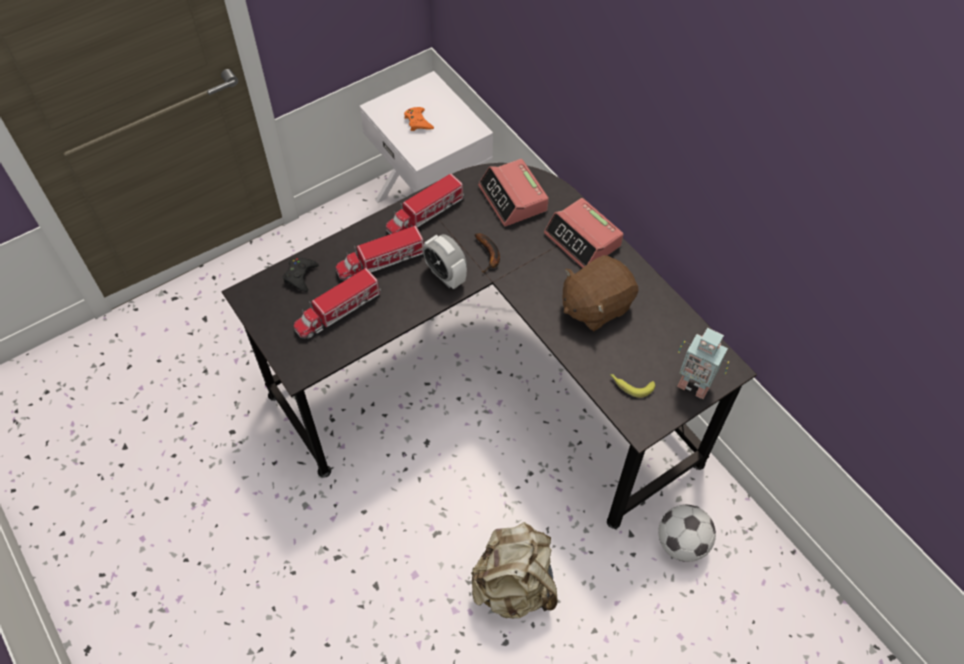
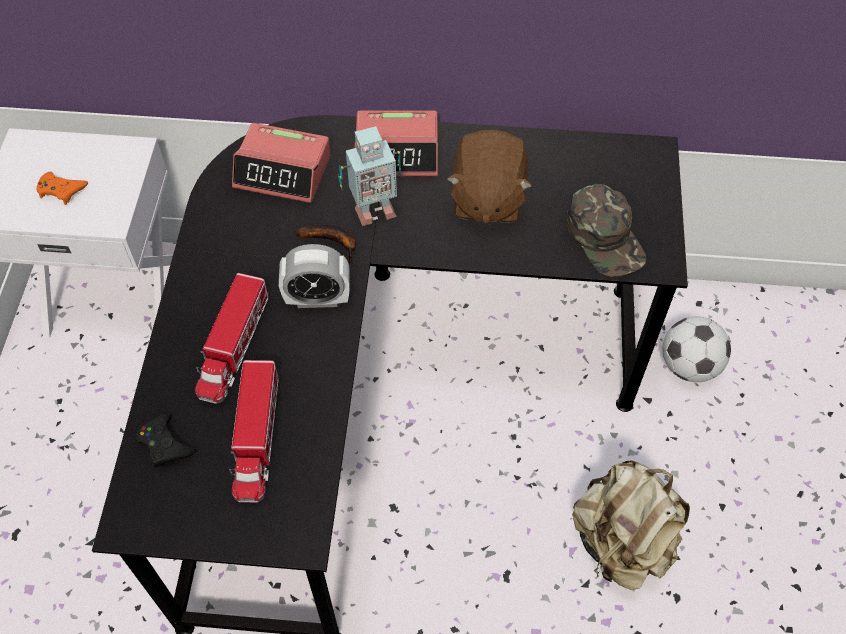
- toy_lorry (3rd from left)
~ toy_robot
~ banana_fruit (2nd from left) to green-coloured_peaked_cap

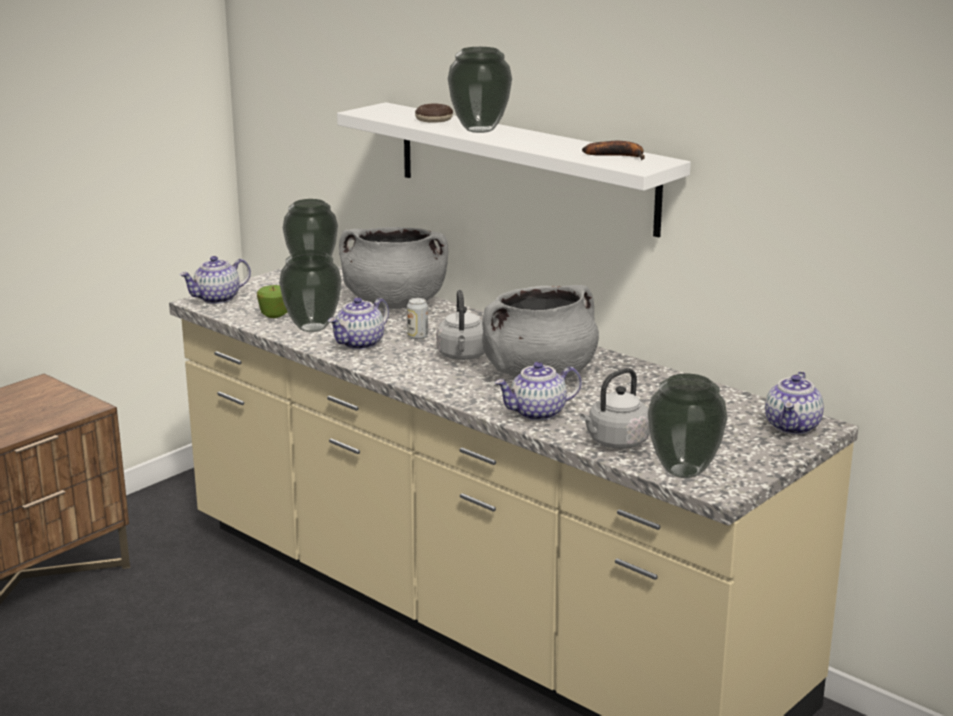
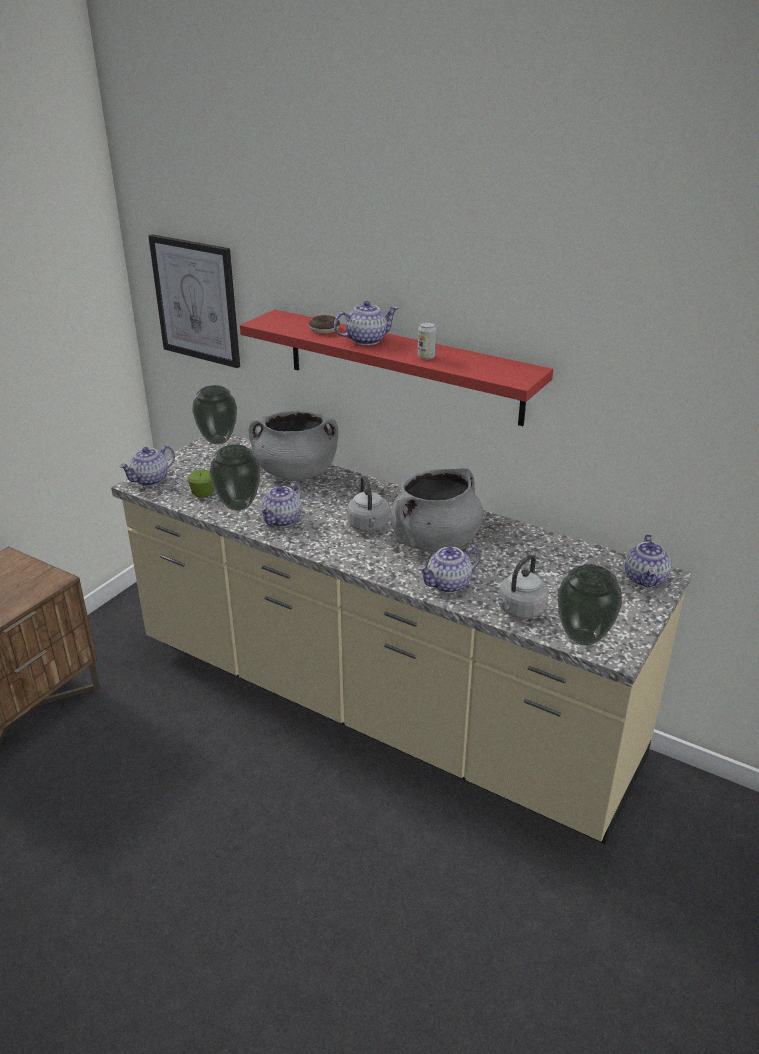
~ vase (3rd from left) to pot_for_tea (3rd from left)
~ white_bracket_shelf to reddish_bracket_shelf
- banana_fruit
~ sealed_can
+ wall_picture

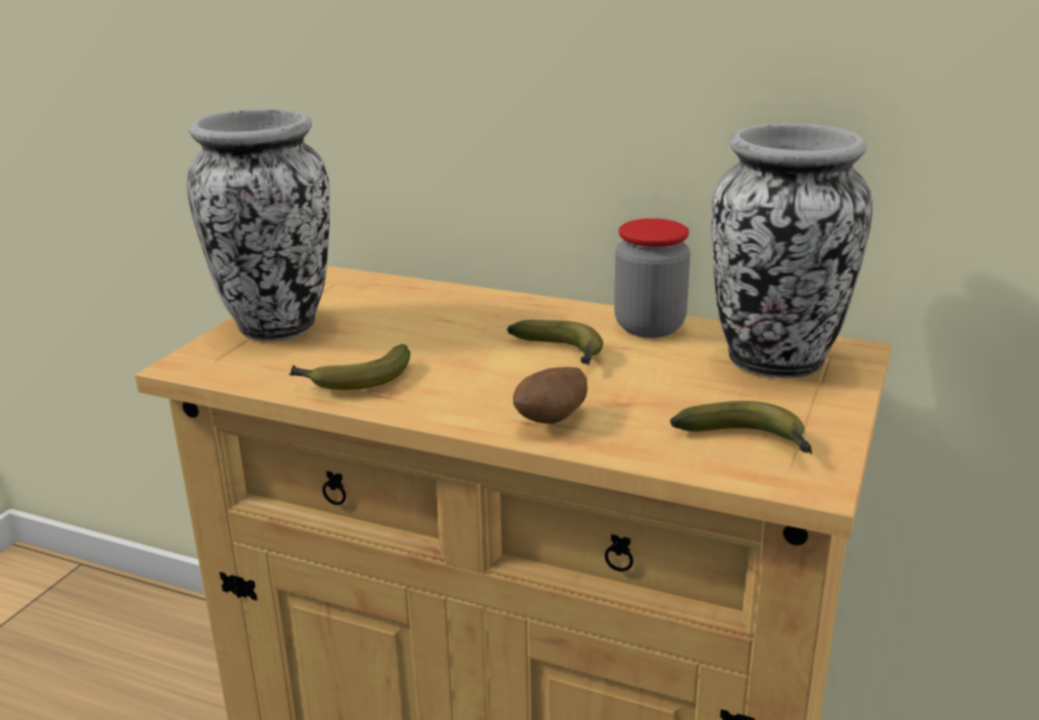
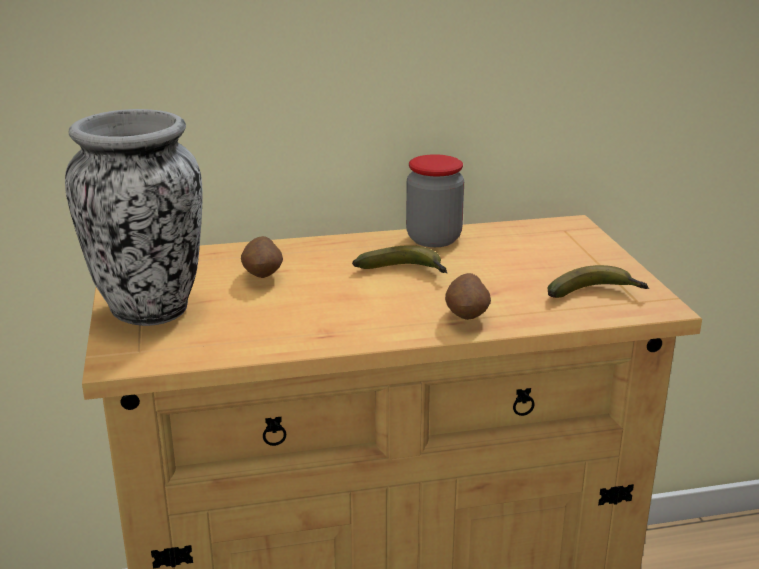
- vase (2nd from left)
- banana_fruit (1st from left)
+ potato (1st from left)

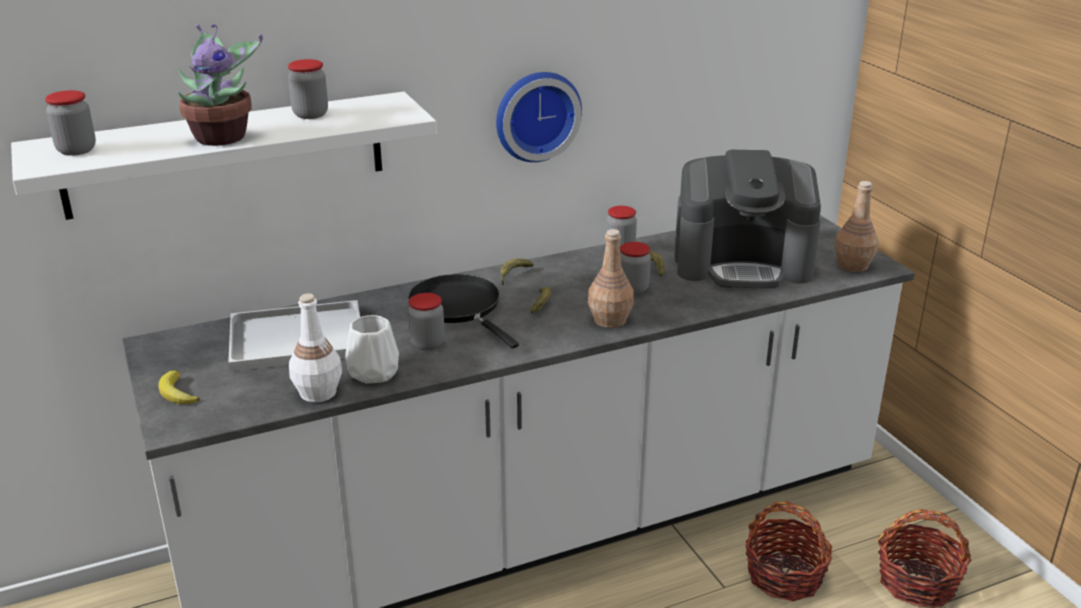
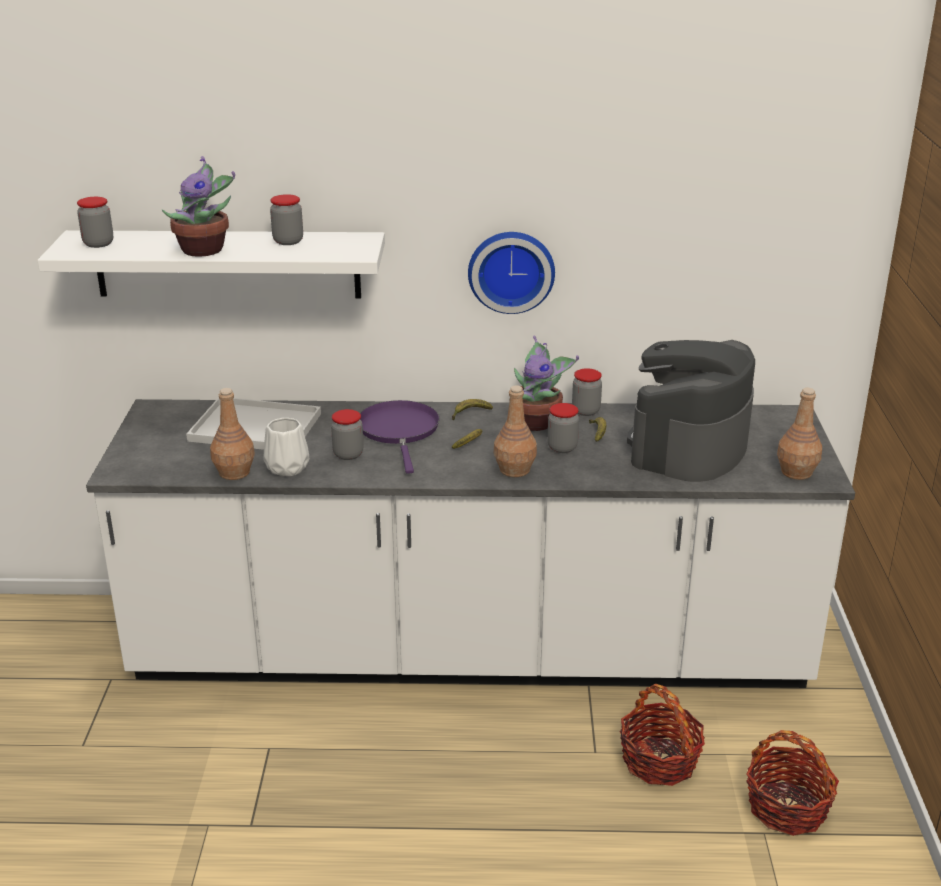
~ coffee_brewer 90 degrees clockwise
~ black-coloured_skillet to purple-coloured_skillet
~ white_beverage_bottle to brown_beverage_bottle (1st from left)
- banana_fruit (1st from left)
+ potted_plant (2nd from left)

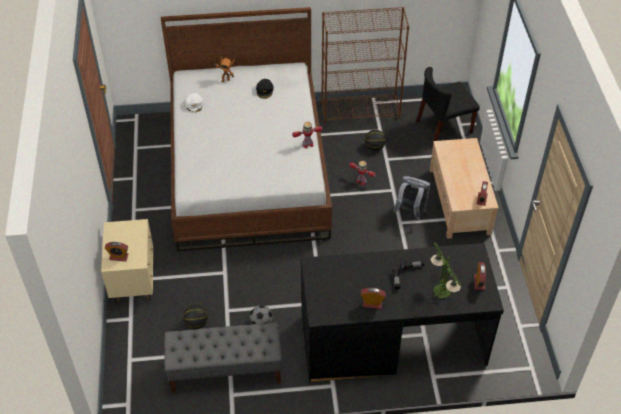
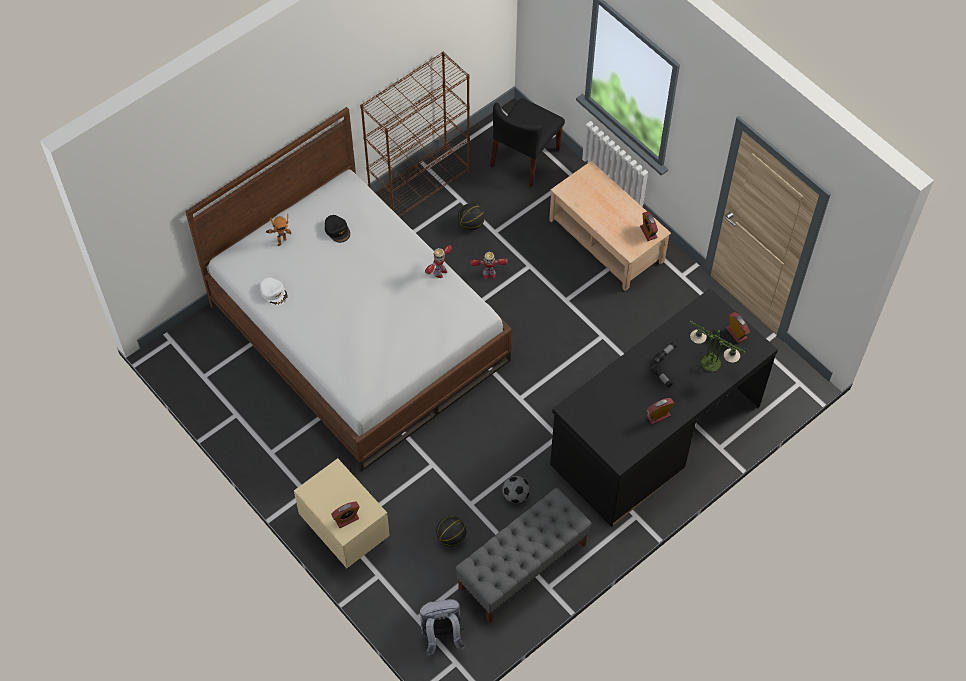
~ grey_rucksack

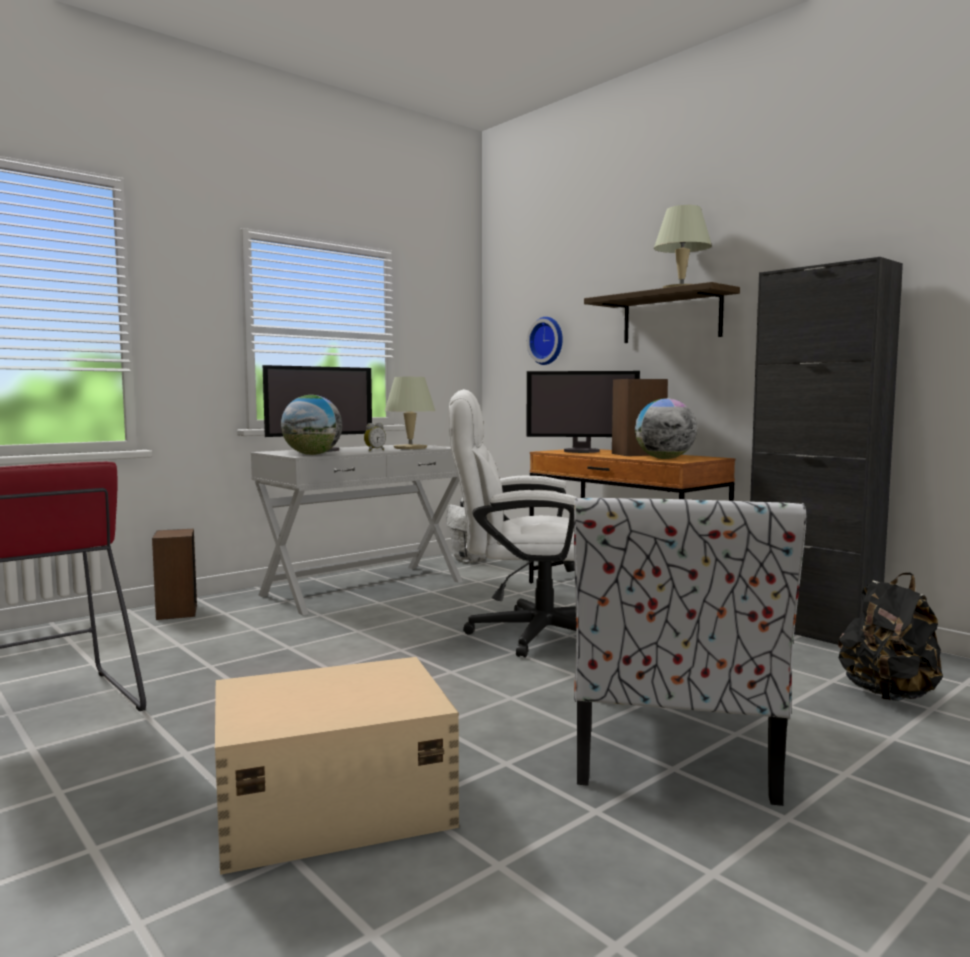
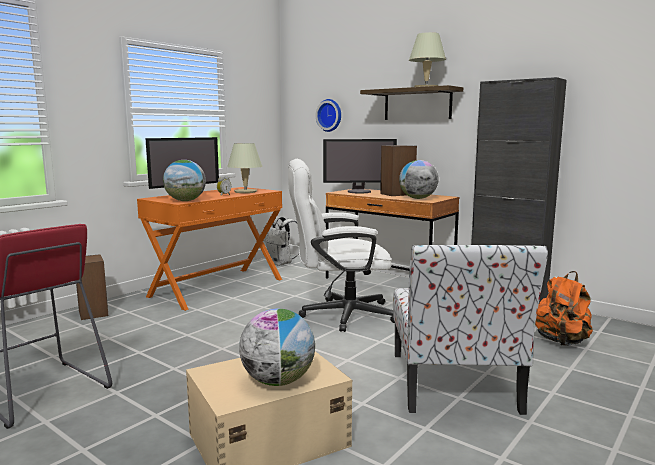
~ white_hall_table to orange-coloured_hall_table
~ black-coloured_rucksack to orange-coloured_rucksack
+ globe (2nd from left)

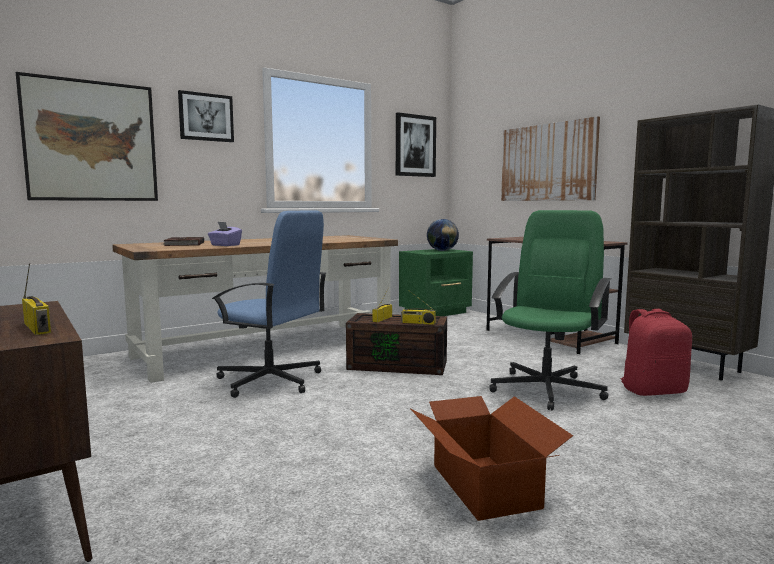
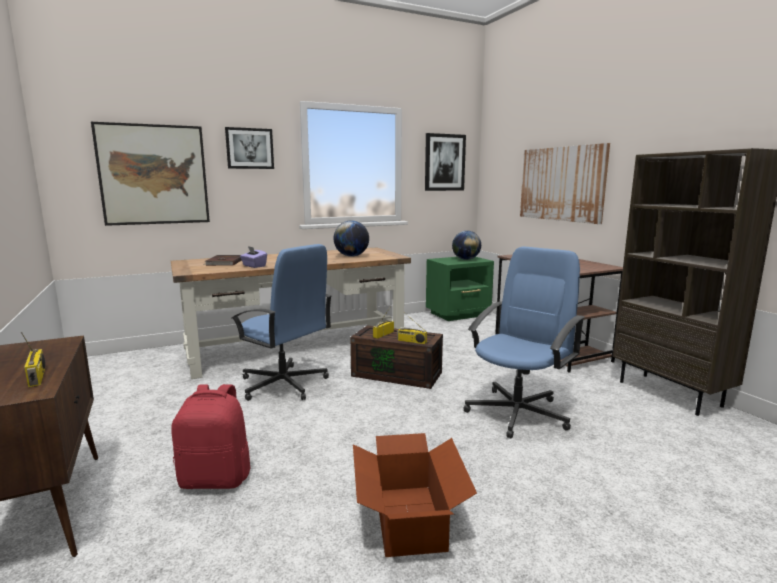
~ green-coloured_desk_chair to bluish_desk_chair (2nd from left)
~ reddish_rucksack
+ globe (1st from left)

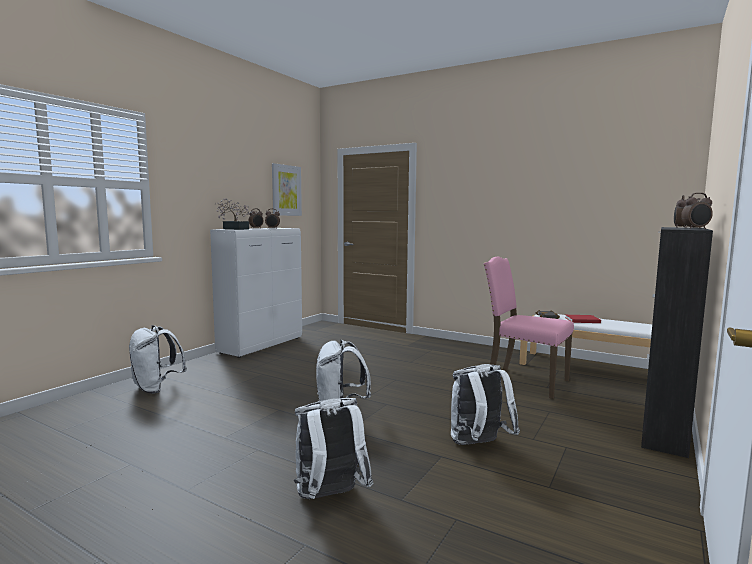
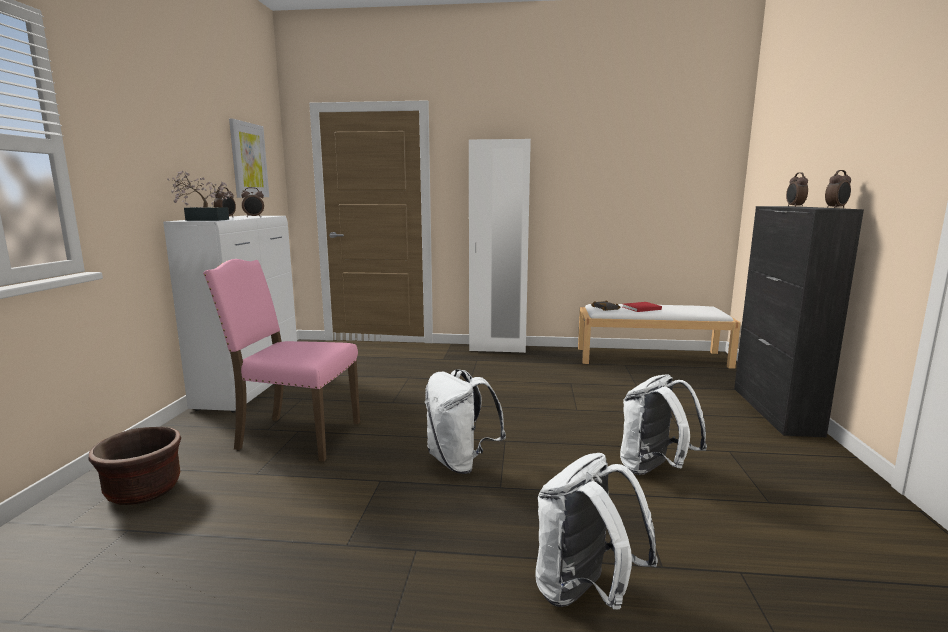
~ pink-coloured_chair
~ white_rucksack (1st from left) to brown_plant_pot
+ white_wardrobe

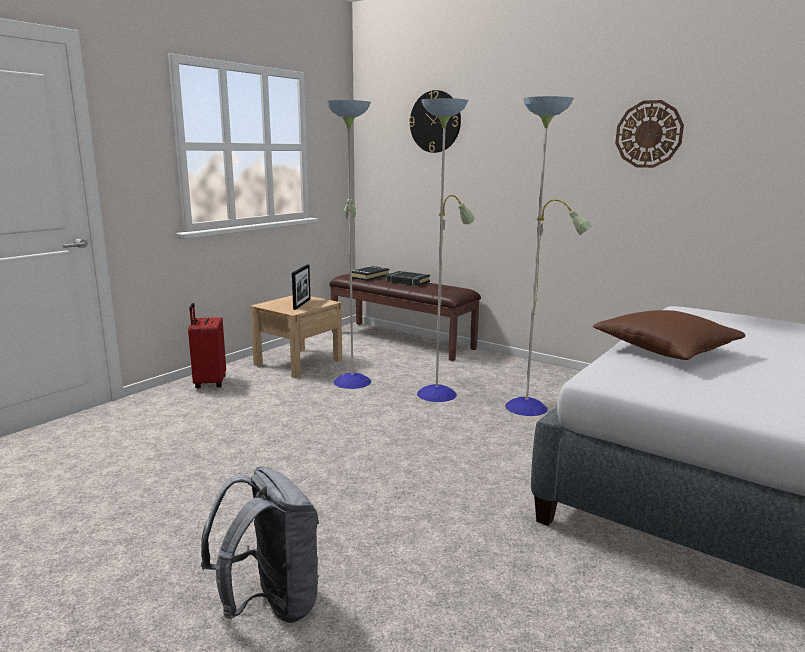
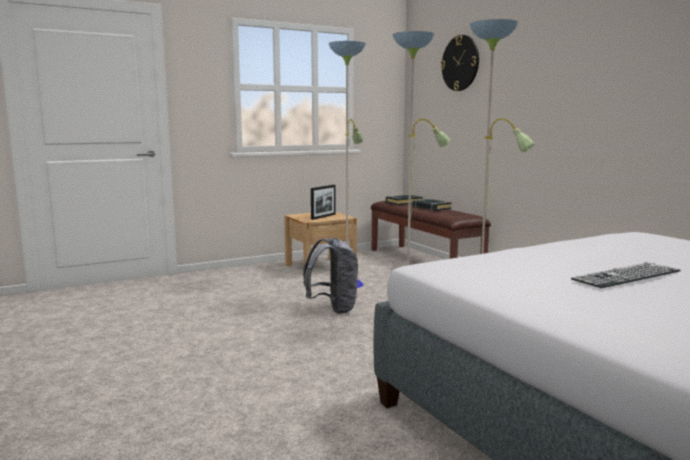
- clock_on_the_wall (2nd from left)
- reddish_suitcase
- brown_throw_pillow
~ grey_rucksack
+ PC_keyboard

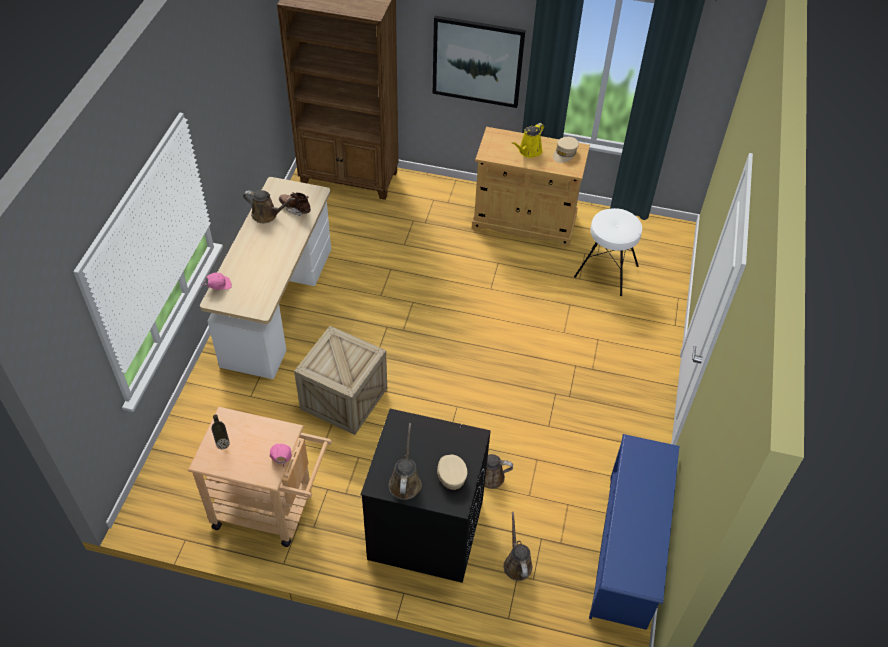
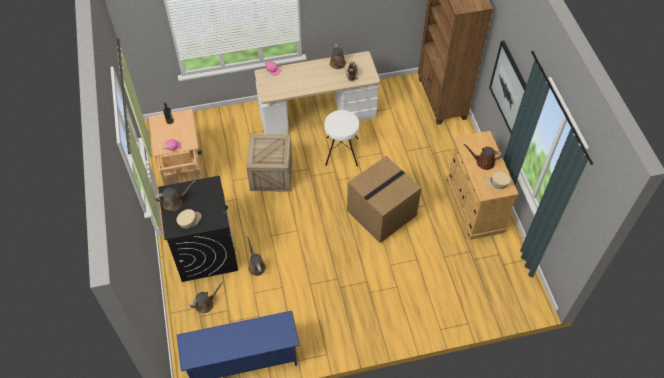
~ yellow_watering_can to brown_watering_can (5th from left)
~ white_stool_seat
+ cardboard_box

